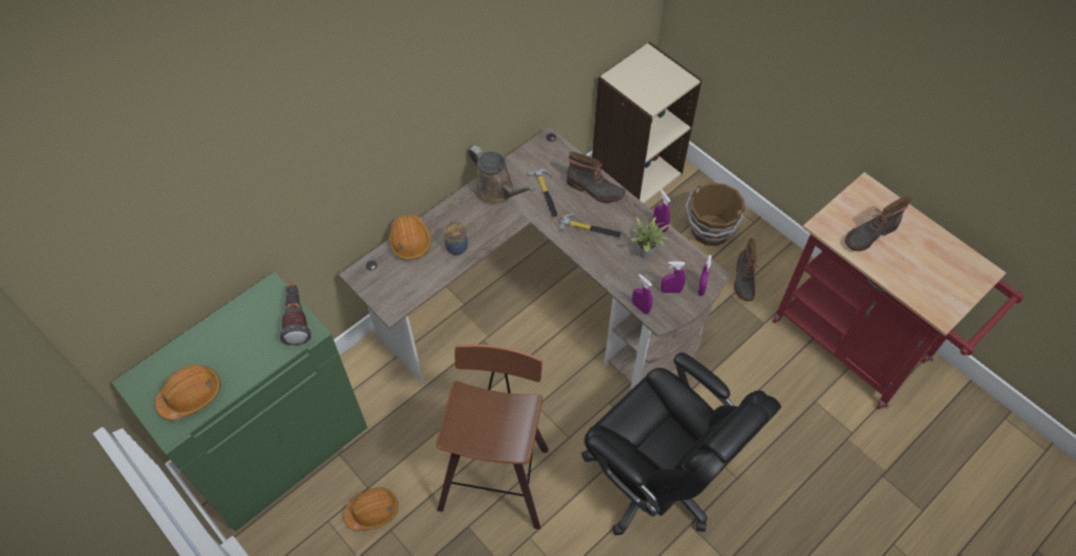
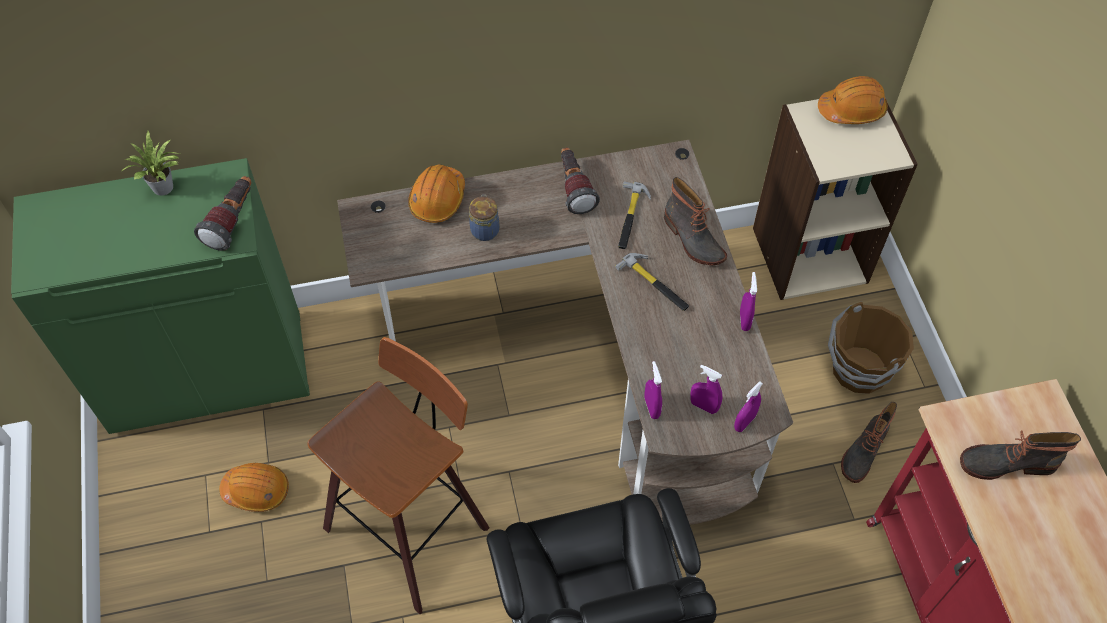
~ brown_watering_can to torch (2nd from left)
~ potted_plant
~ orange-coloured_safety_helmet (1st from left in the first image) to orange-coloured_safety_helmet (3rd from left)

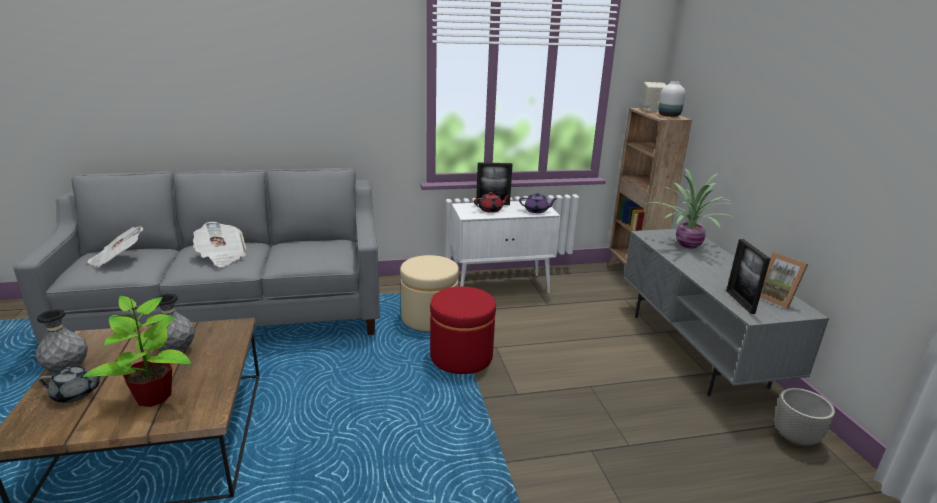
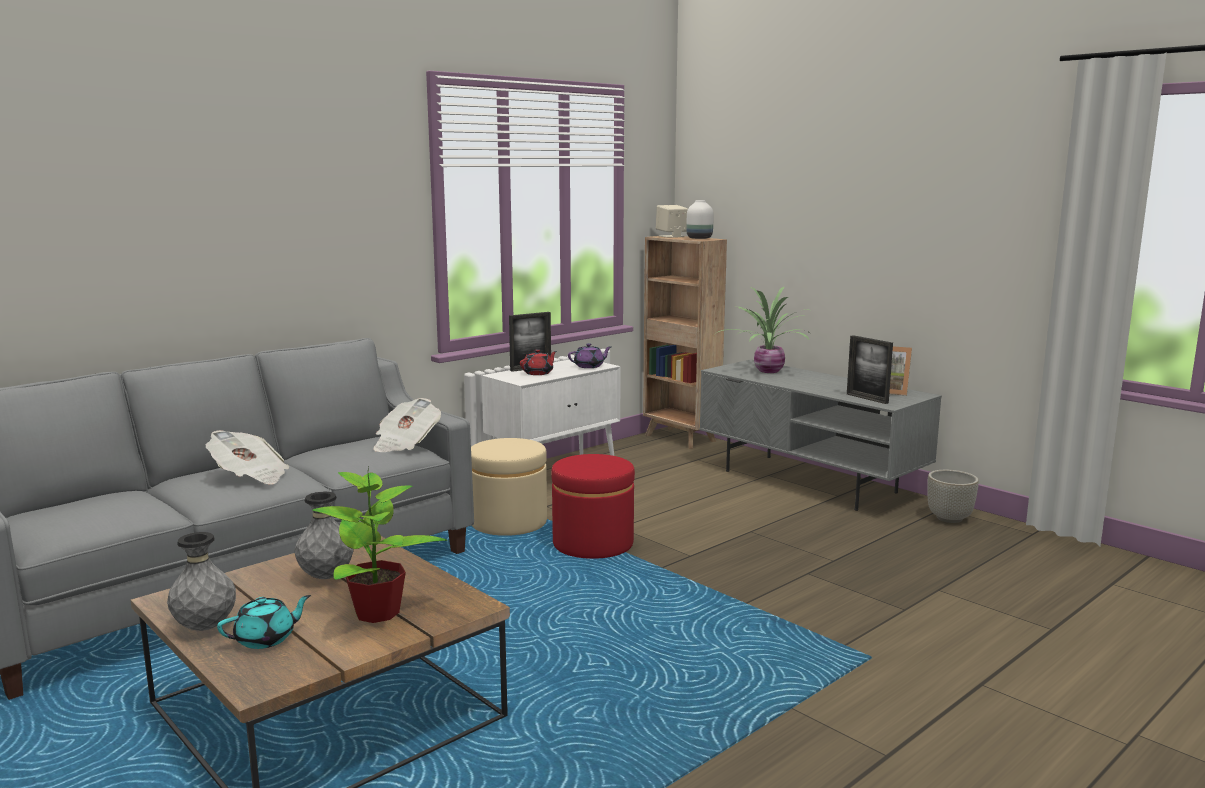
~ printed_paper (1st from left in the first image) to printed_paper (2nd from left)
~ grey_pot_for_tea to blue-green_pot_for_tea

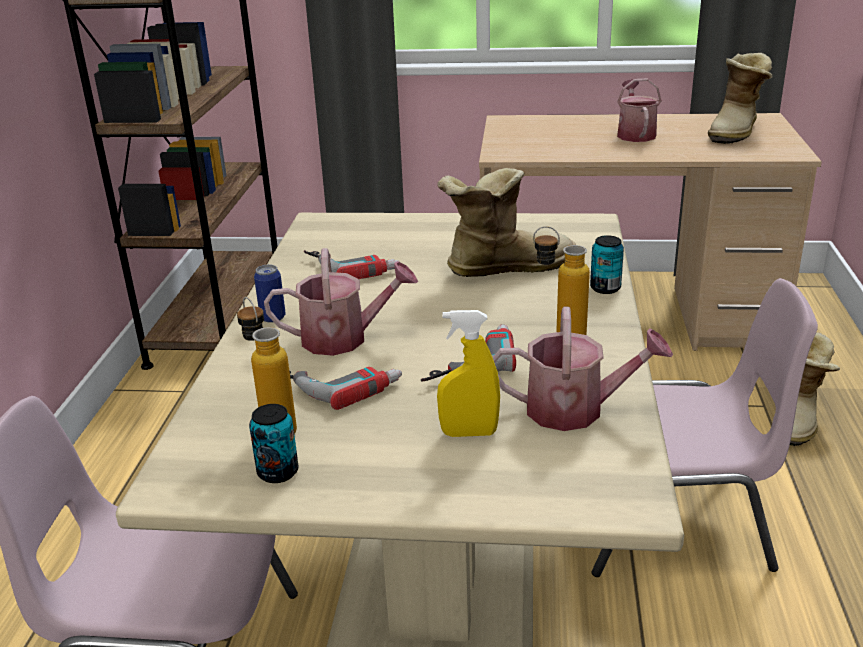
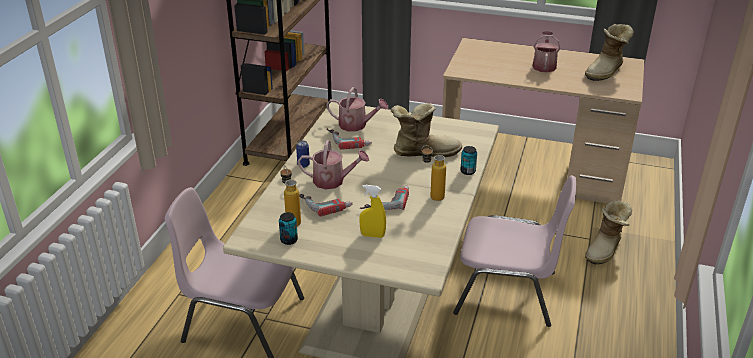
~ watering_can (2nd from left)

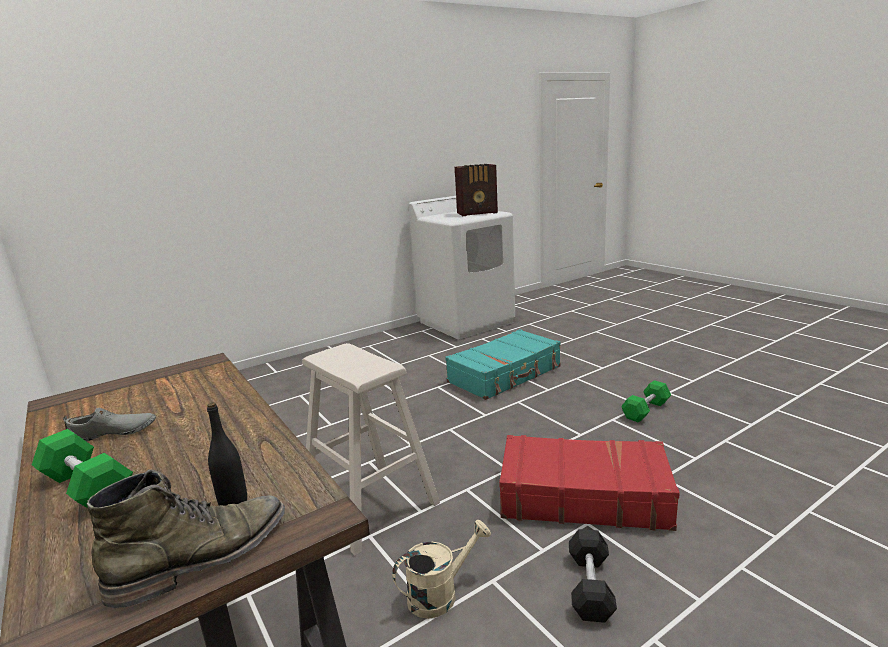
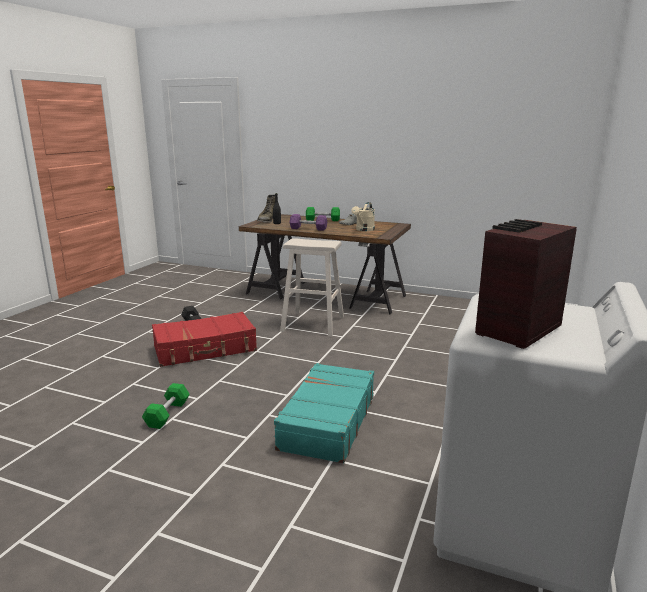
~ beige-coloured_watering_can
+ purple-coloured_free_weight

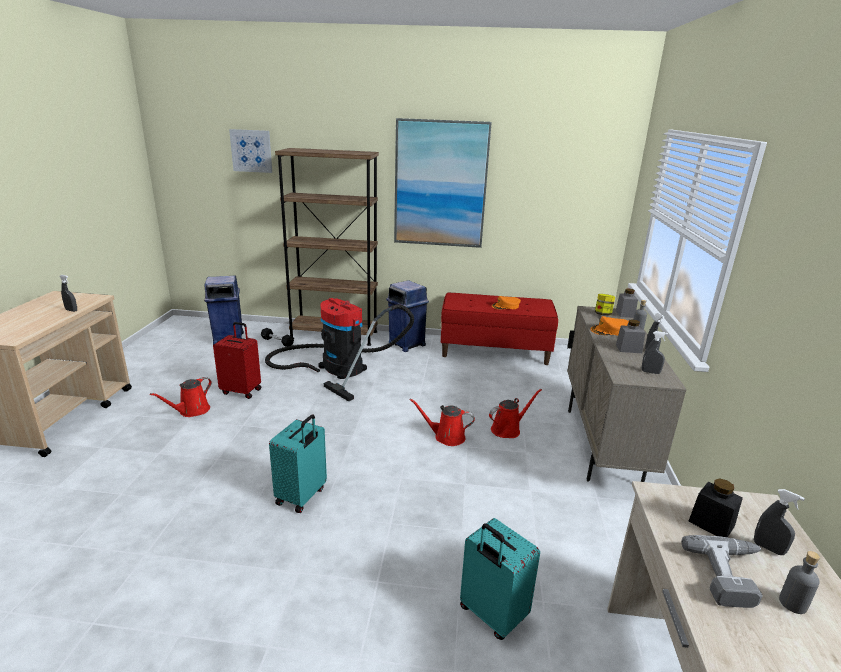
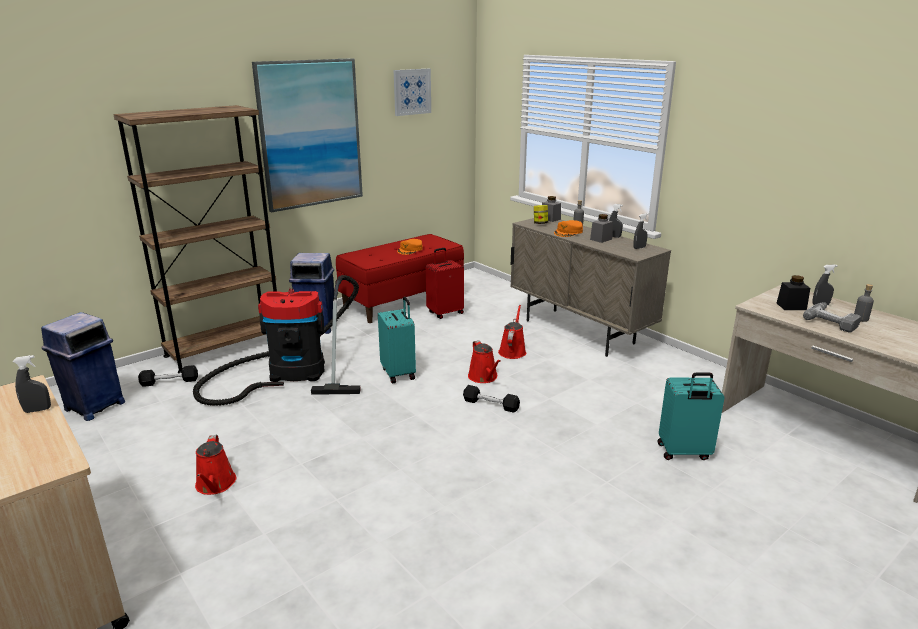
~ wall_picture (1st from left in the first image) to wall_picture (2nd from left)
~ reddish_suitcase
~ reddish_watering_can (2nd from left) 75 degrees counterclockwise
~ blue-green_suitcase (1st from left)
+ black-coloured_free_weight (2nd from left)

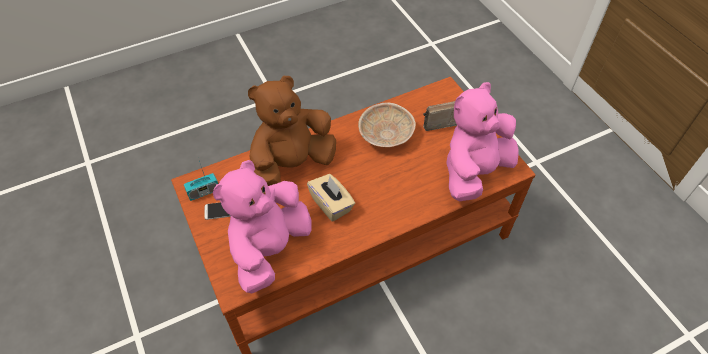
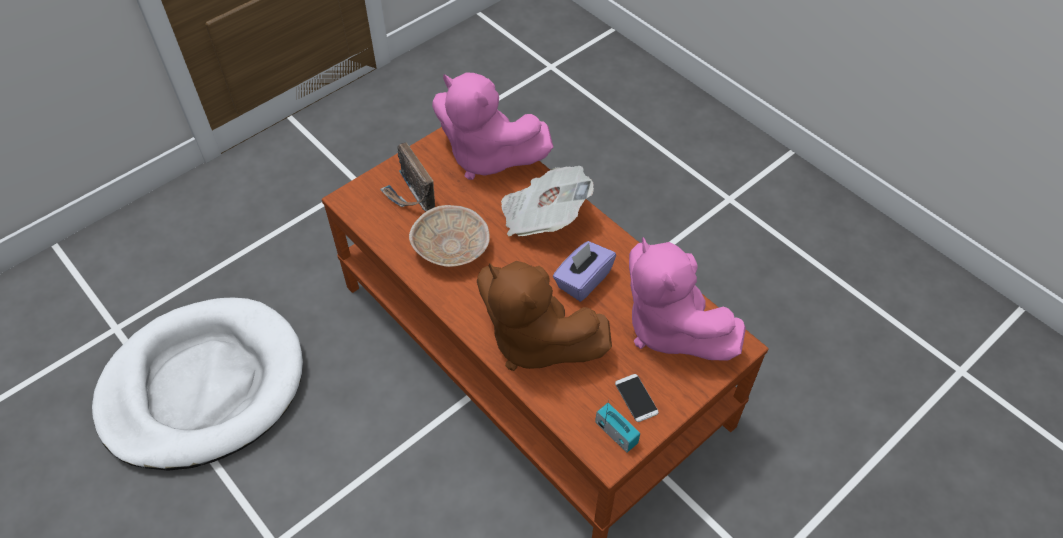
~ pink-coloured_plush_toy (1st from left in the first image) 45 degrees clockwise
~ beige-coloured_box_of_tissues to purple-coloured_box_of_tissues
+ printed_paper
+ white_dog_bed

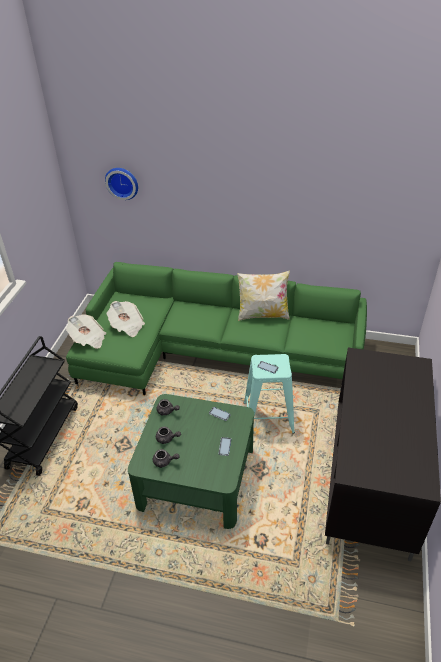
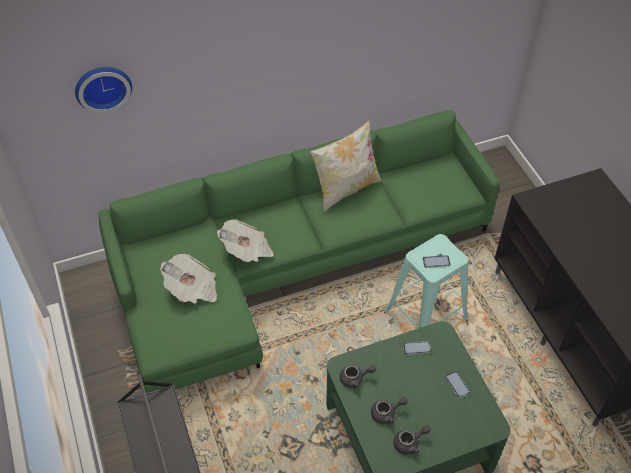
~ printed_paper (1st from left in the first image) to printed_paper (2nd from left)

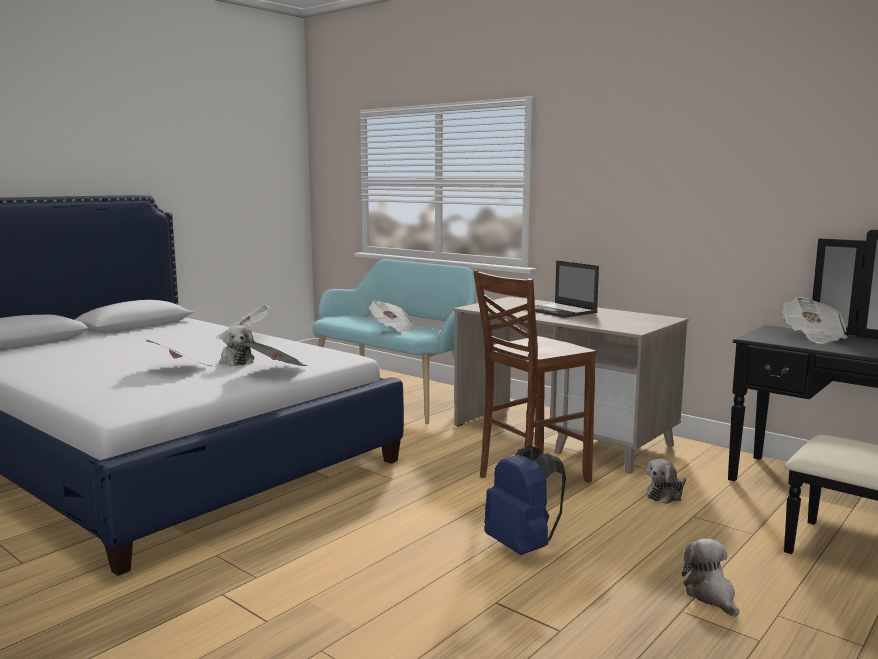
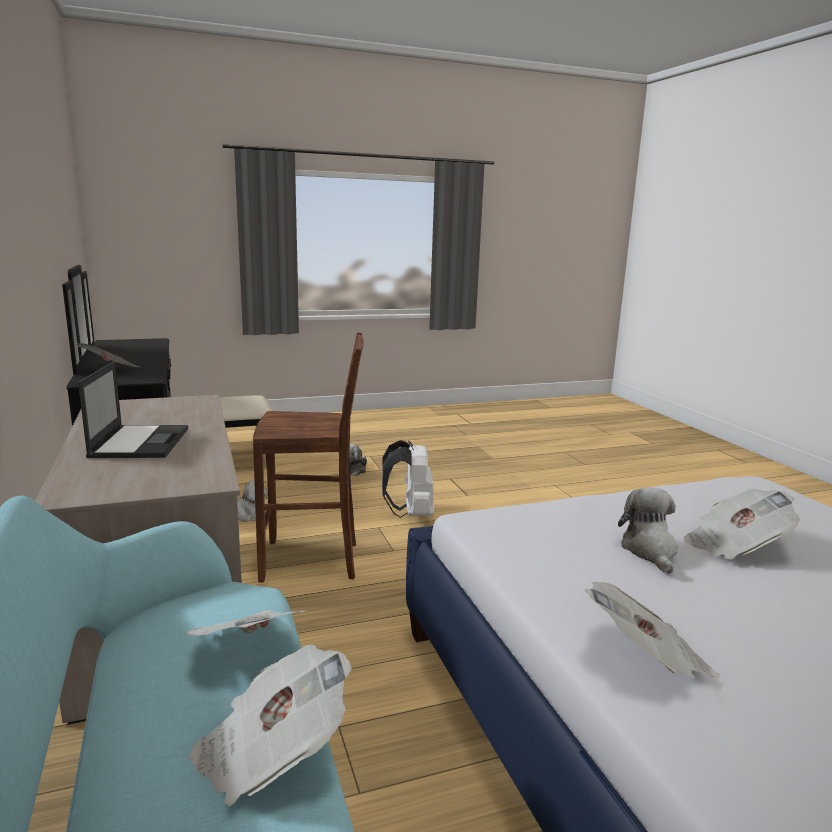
~ printed_paper (3rd from left)
~ bluish_rucksack to white_rucksack

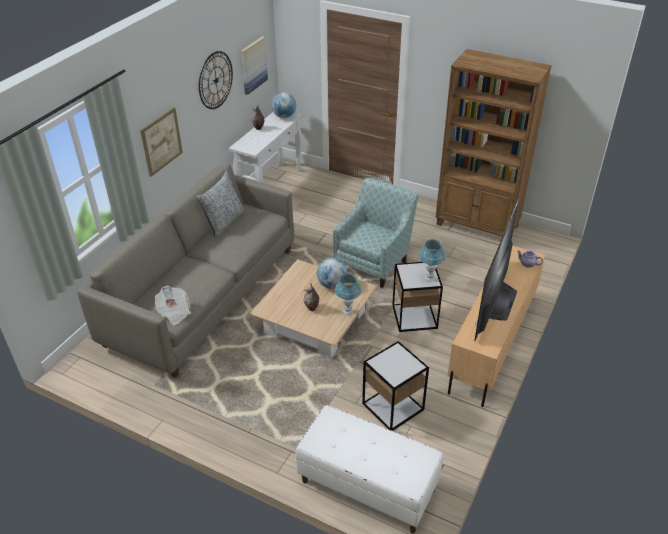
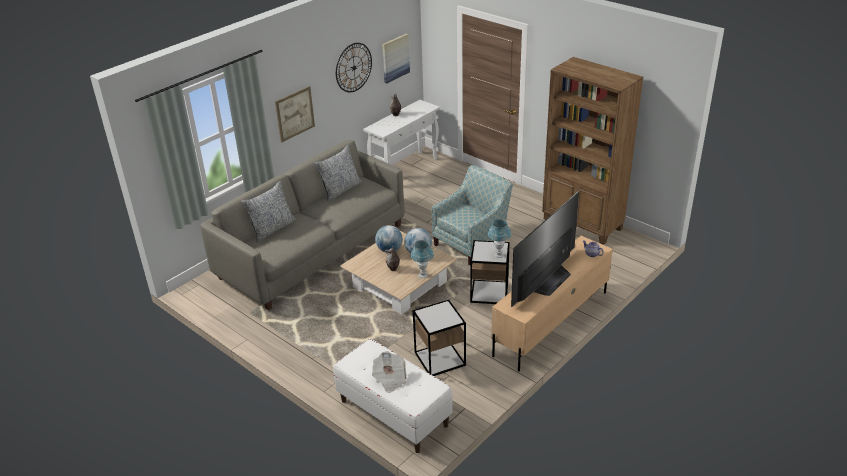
~ globe (1st from left)
~ printed_paper
+ throw_pillow (1st from left)

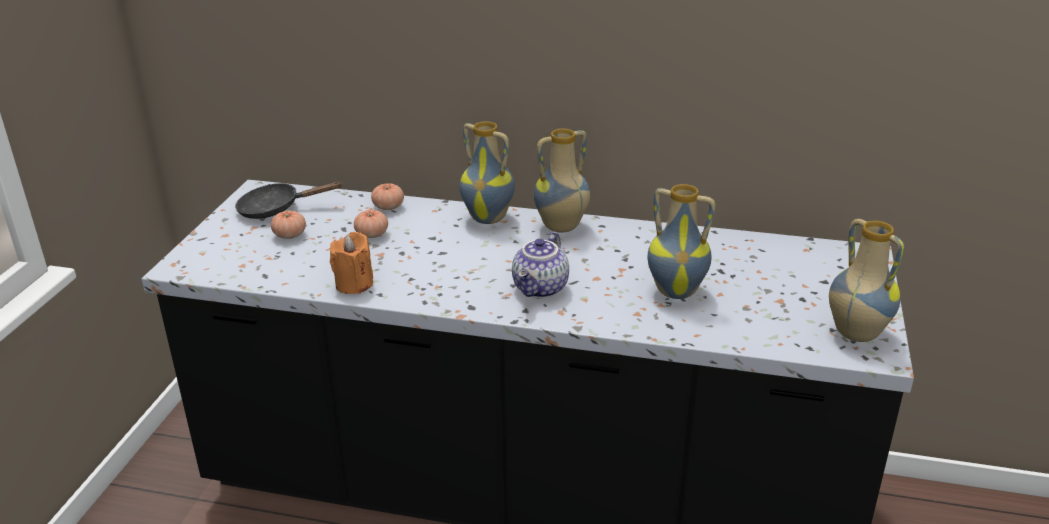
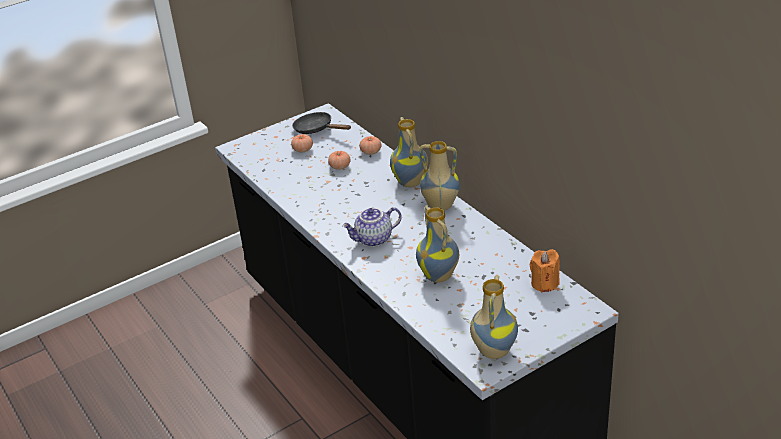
~ orange-coloured_wax_candle

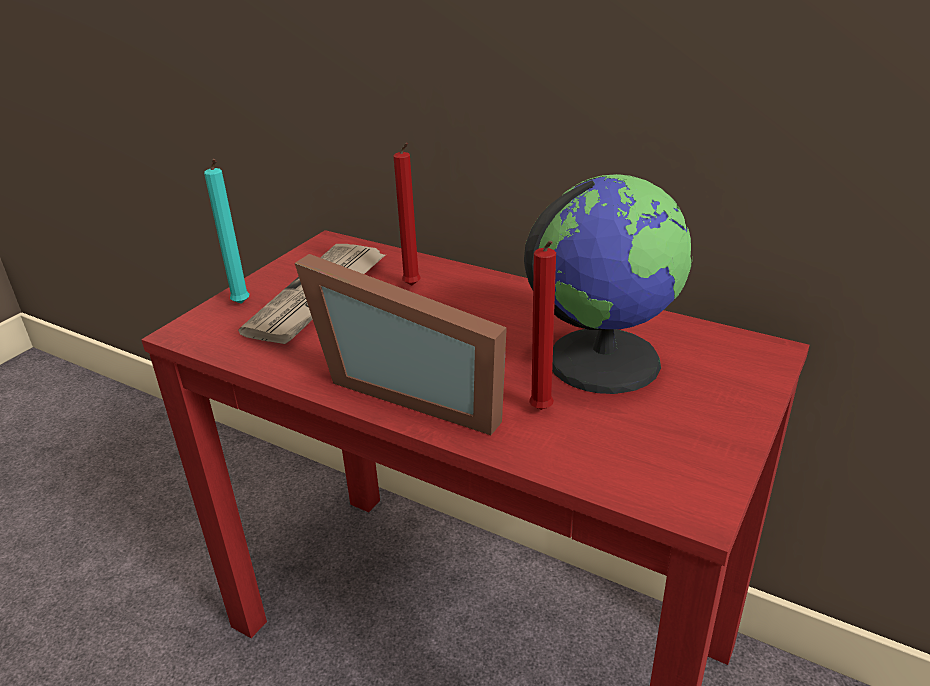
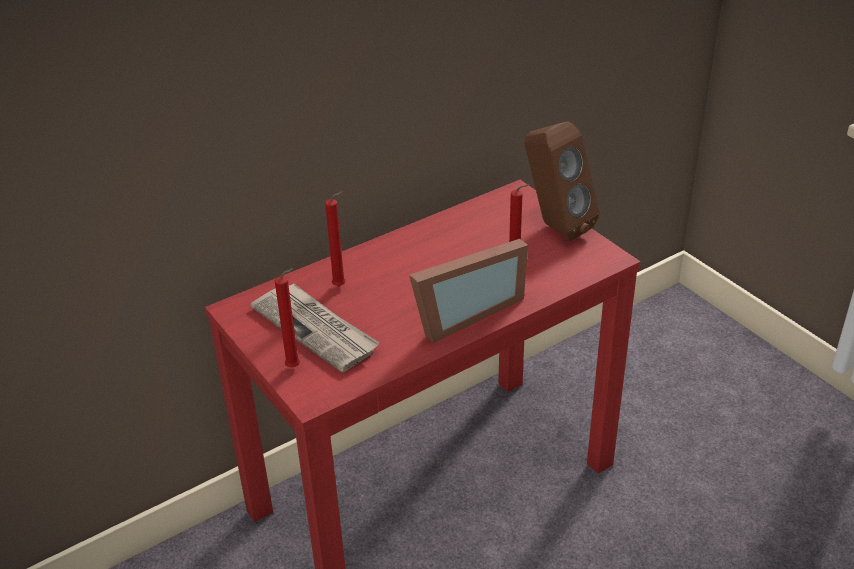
~ blue-green_wax_candle to reddish_wax_candle (1st from left)
- globe
+ brown_loudspeaker

